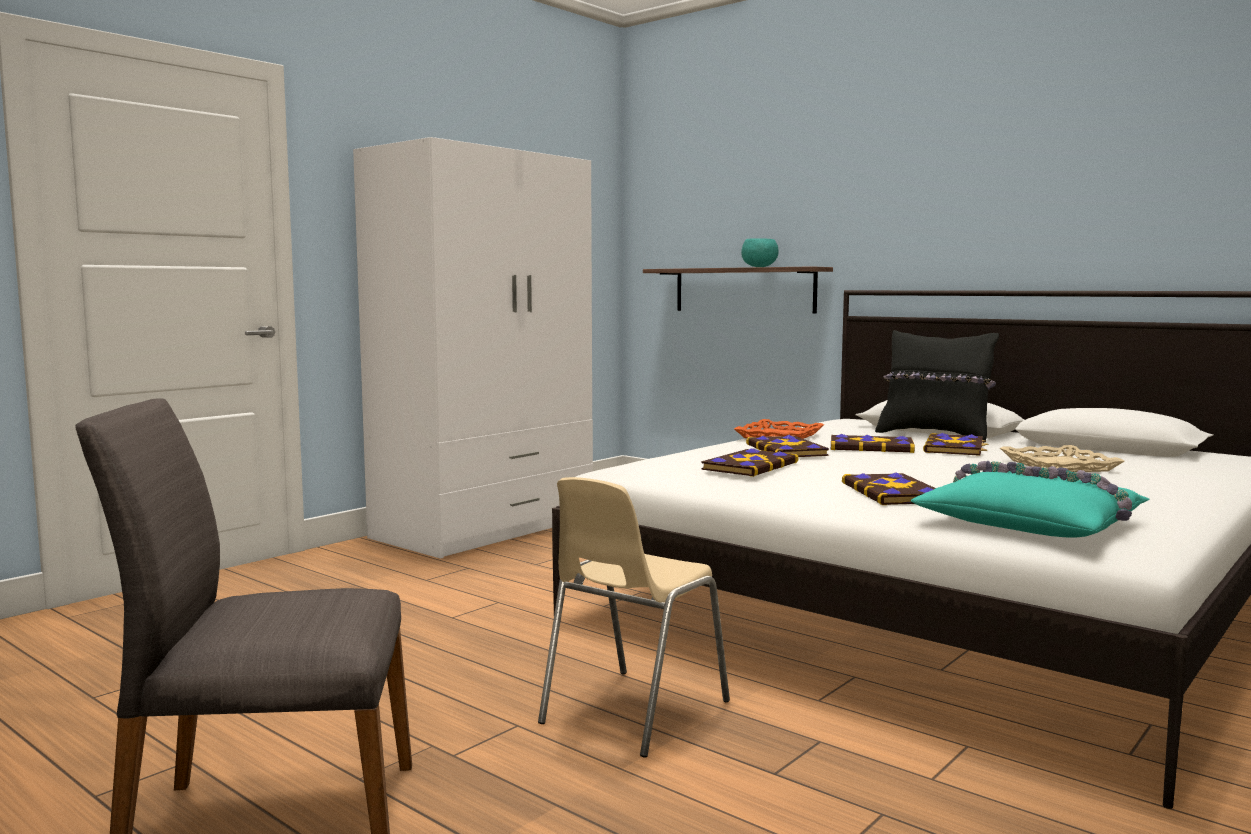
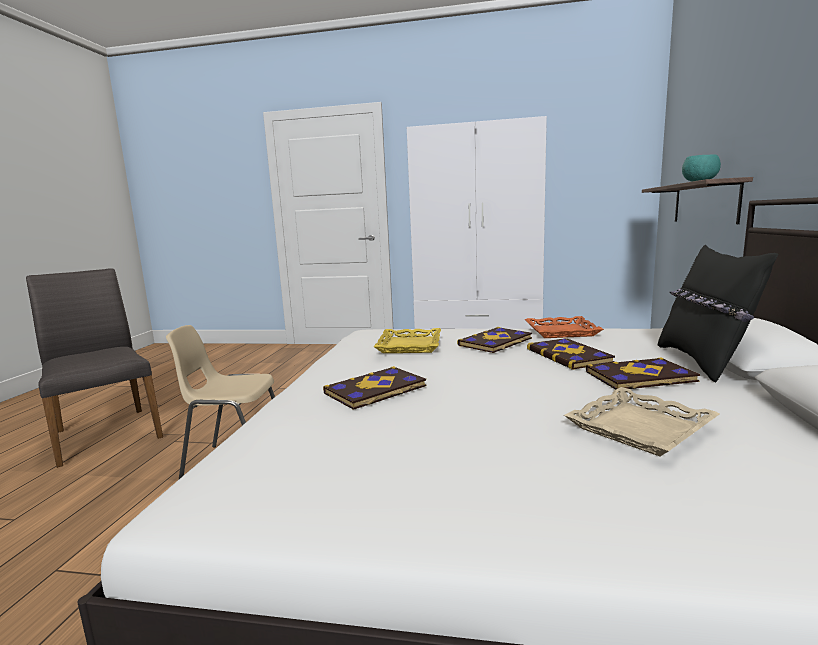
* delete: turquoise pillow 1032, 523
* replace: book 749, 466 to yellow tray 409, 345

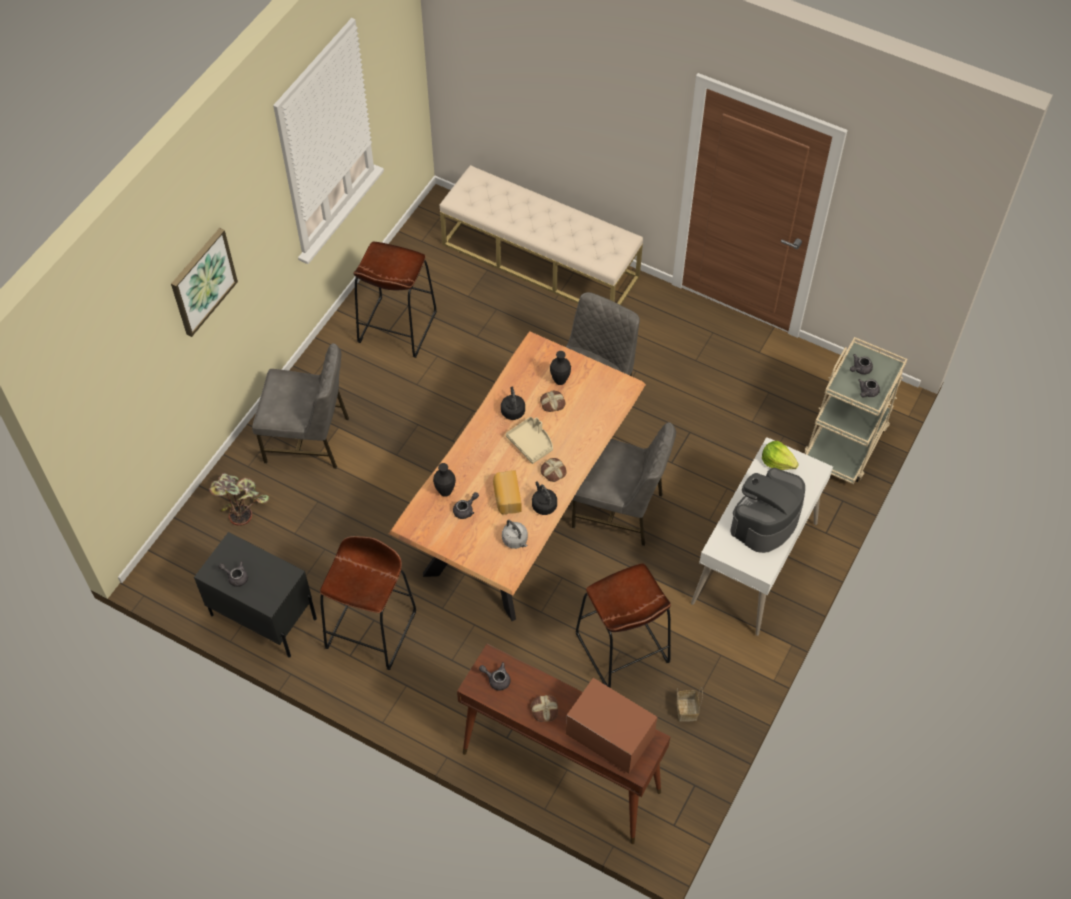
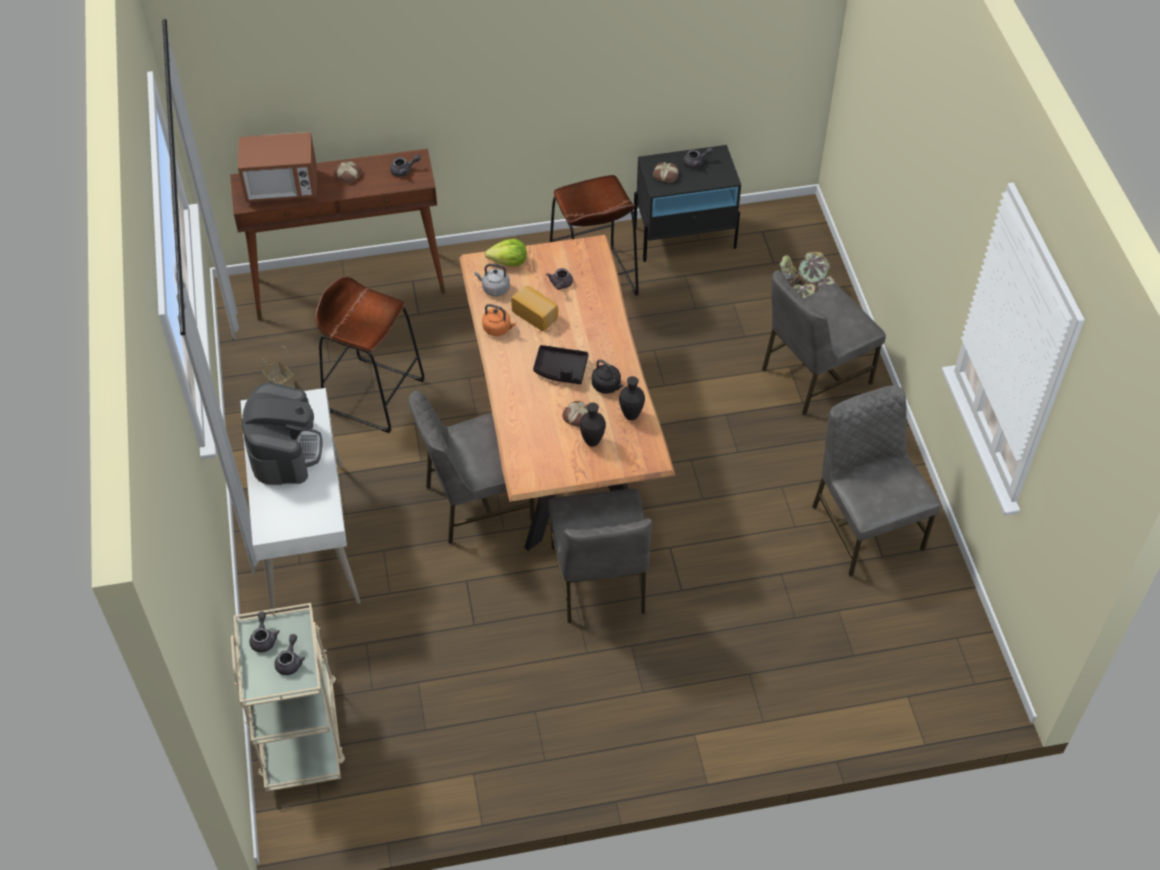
* delete: picture 202, 281
* delete: beige bench 540, 260
* move: black vase 445, 492 to 631, 415
* move: bread 553, 472 to 666, 175
* move: lettuce 777, 462 to 508, 262
* replace: brown stool 397, 327 to grey chair 865, 526
* recolor: beige tray 531, 443 to black tray 560, 370
* recolor: black kettle 543, 505 to orange kettle 498, 329

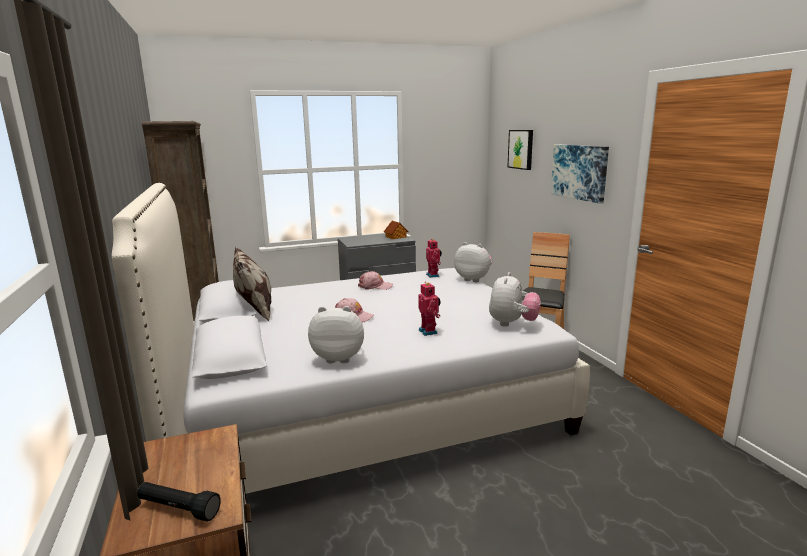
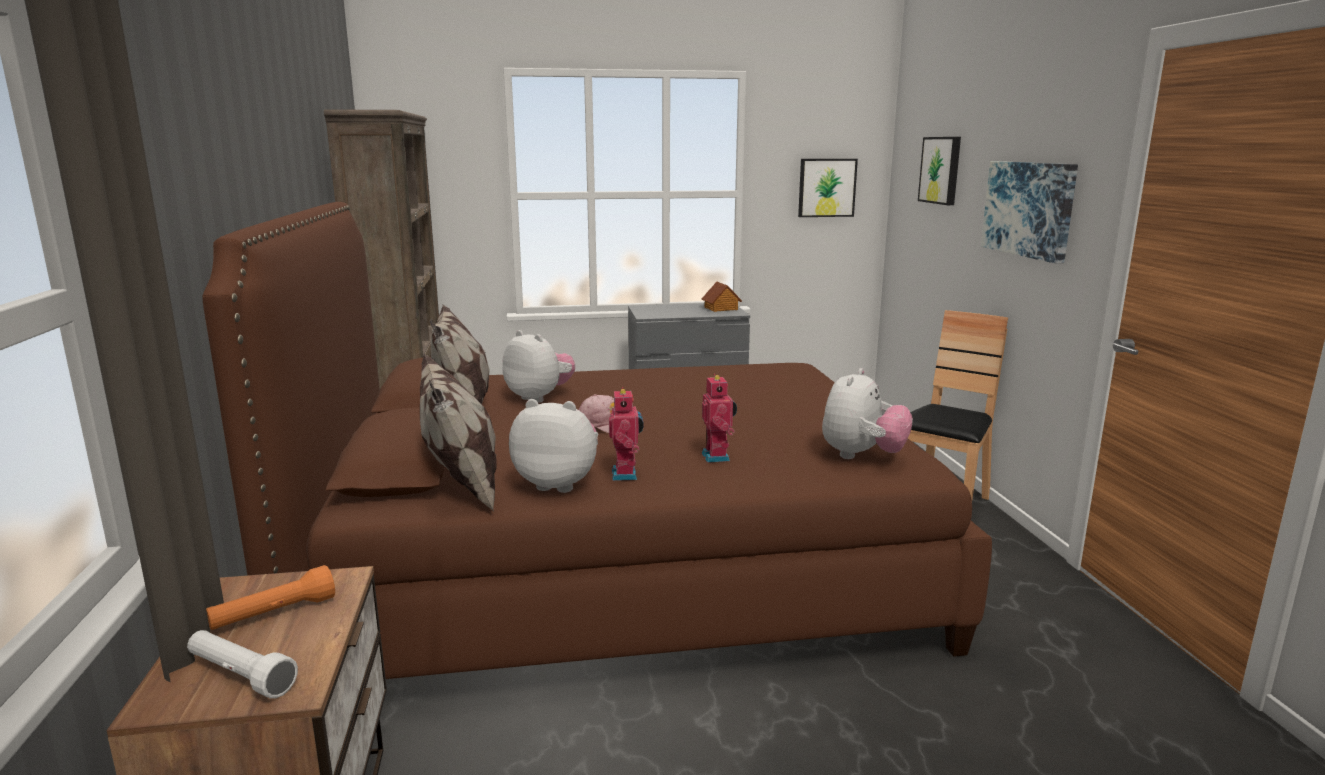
* delete: pink cap 375, 286
* insert: orange flashlight 274, 614
* insert: pillow 463, 489
* insert: picture 826, 187
* move: toy robot 433, 275 to 626, 474
* move: plush toy 473, 279 to 539, 397
* recolor: white bed 360, 404 to brown bed 618, 568
* recolor: black flashlight 178, 509 to white flashlight 241, 676

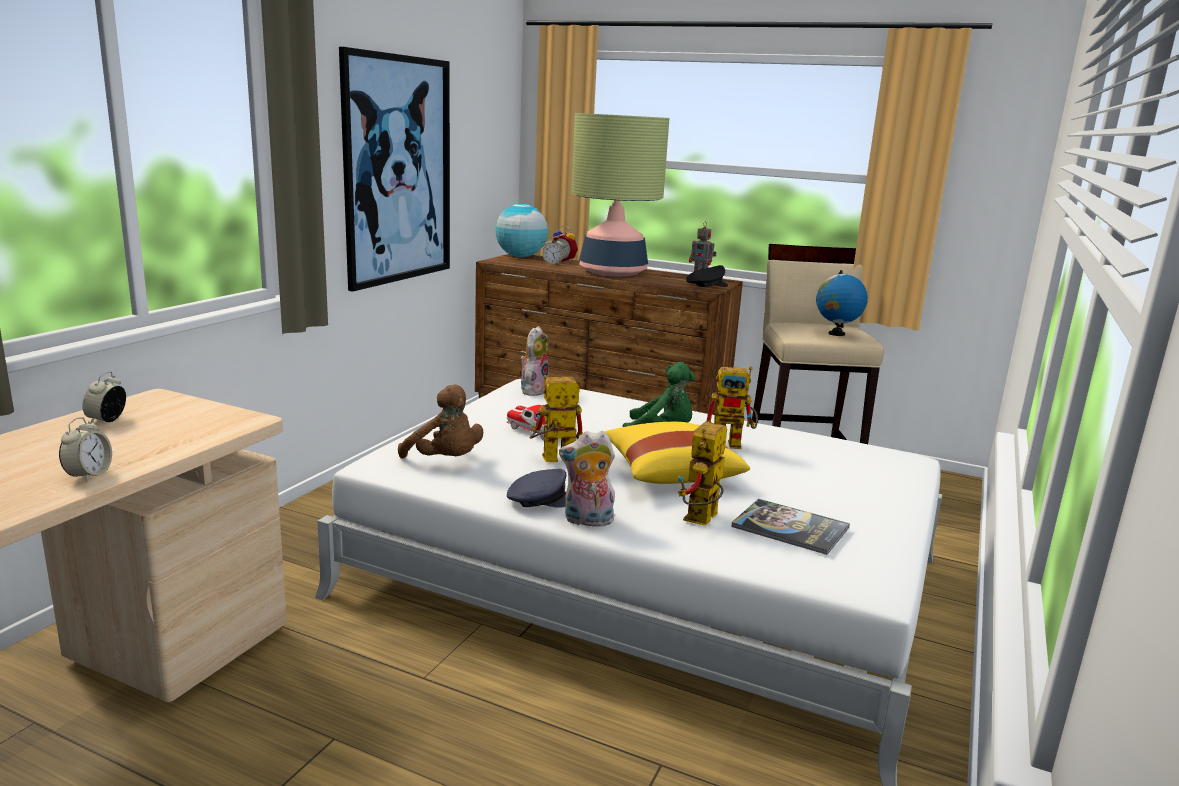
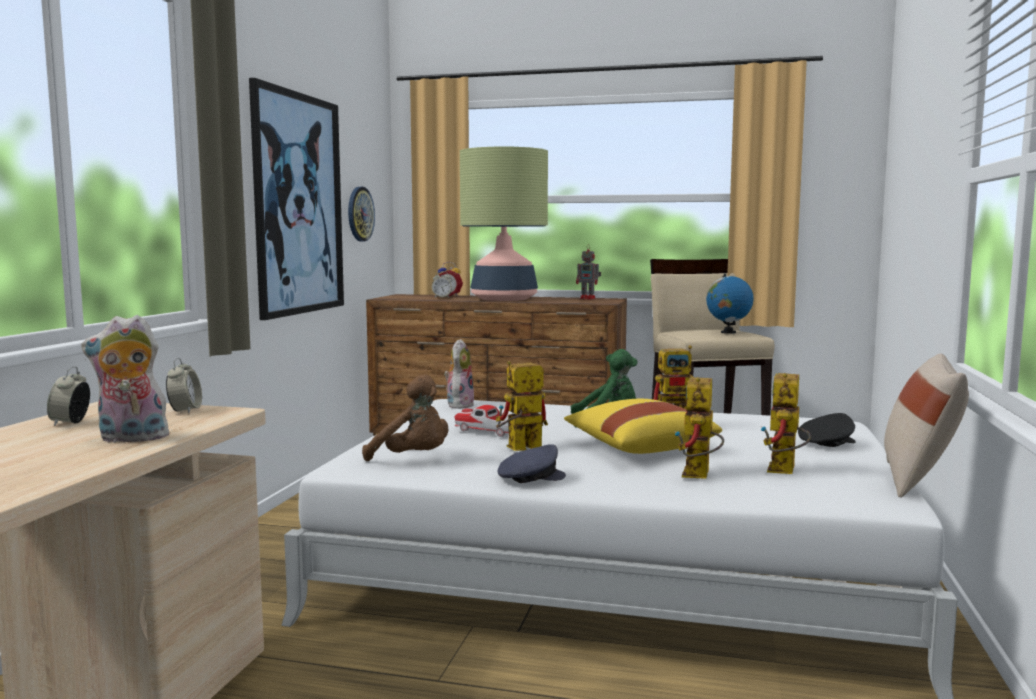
* delete: globe 521, 257
* insert: wall clock 360, 214
* insert: beige pillow 919, 481
* move: alarm clock 89, 475 to 185, 410
* move: plush toy 587, 521 to 131, 439
* move: black cap 706, 285 to 826, 443
* replace: book 790, 528 to toy robot 784, 472

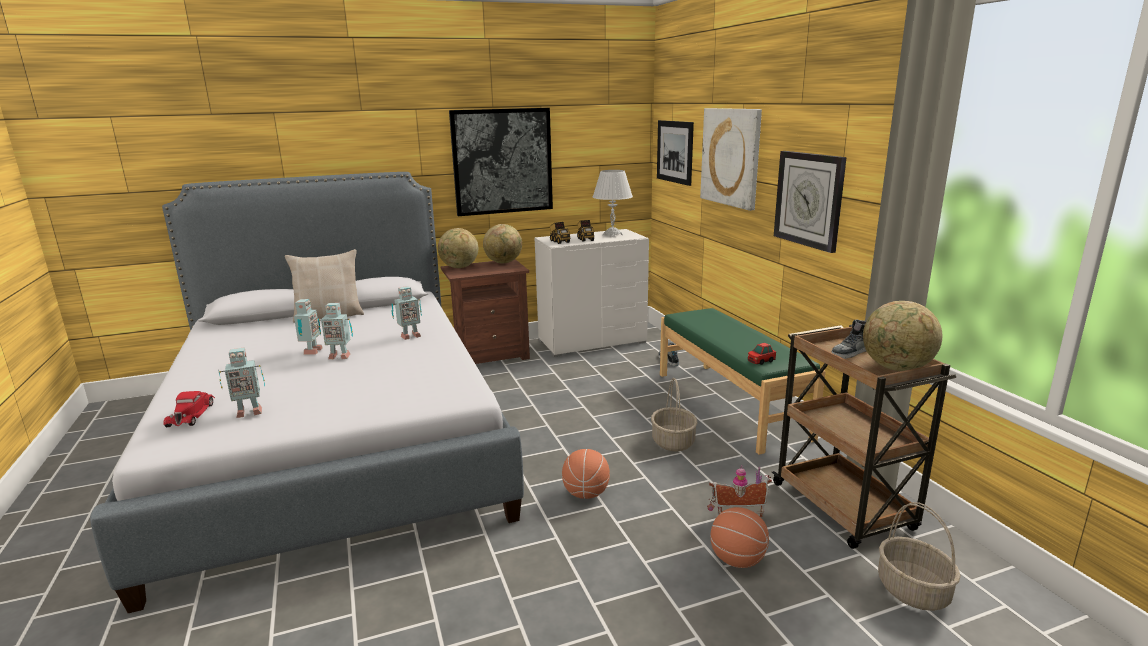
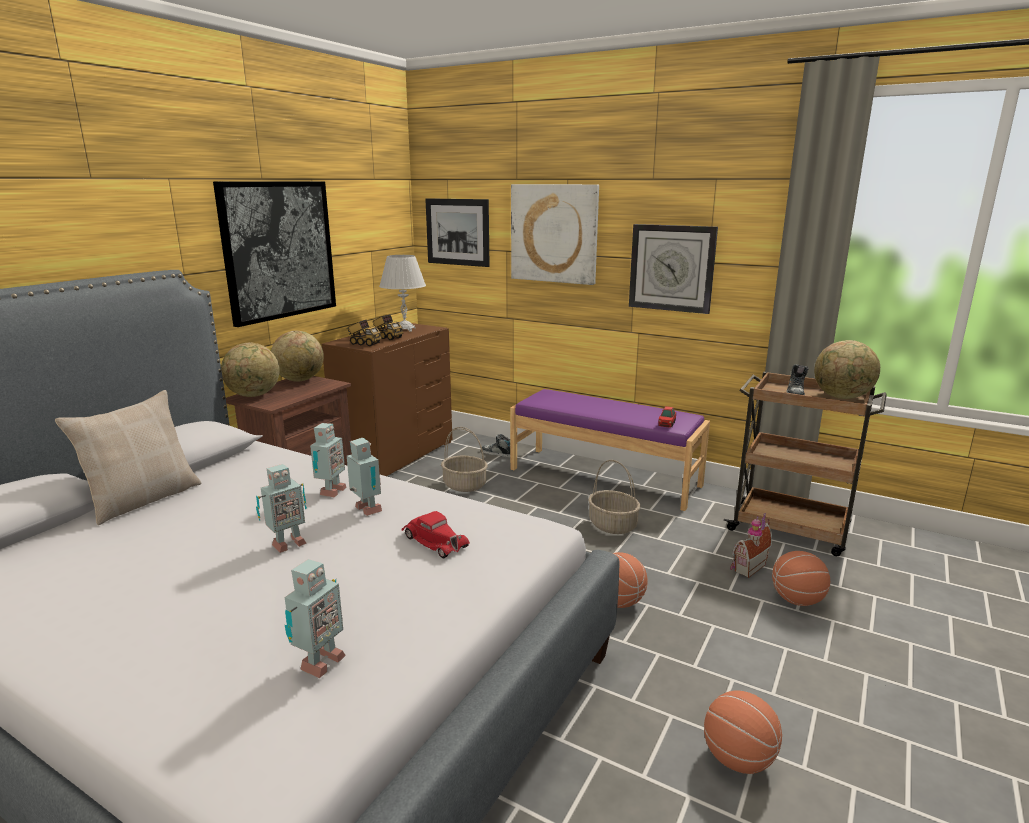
* insert: basketball 738, 759
* move: red toy car 191, 414 to 434, 541
* move: toy robot 311, 352 to 366, 510
* move: basket 914, 591 to 465, 485
* recolor: white dresser 592, 341 to brown dresser 395, 454
* recolor: green bench 730, 404 to purple bench 604, 477

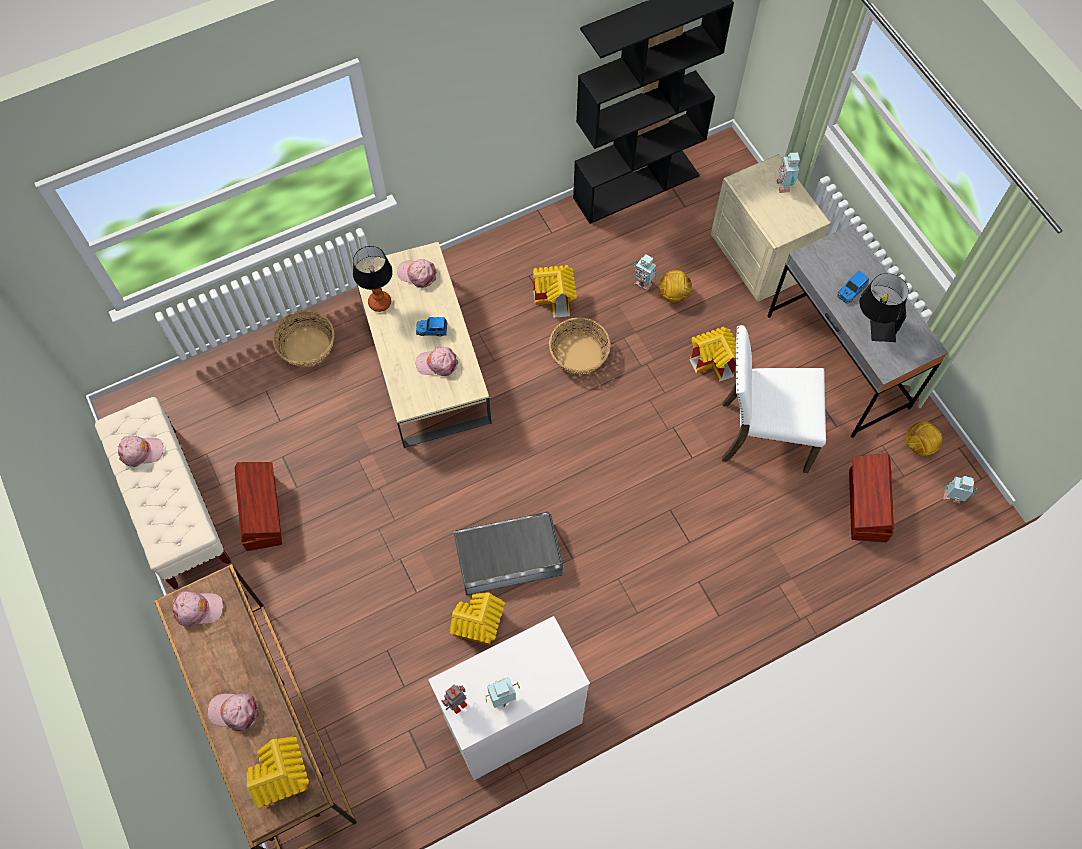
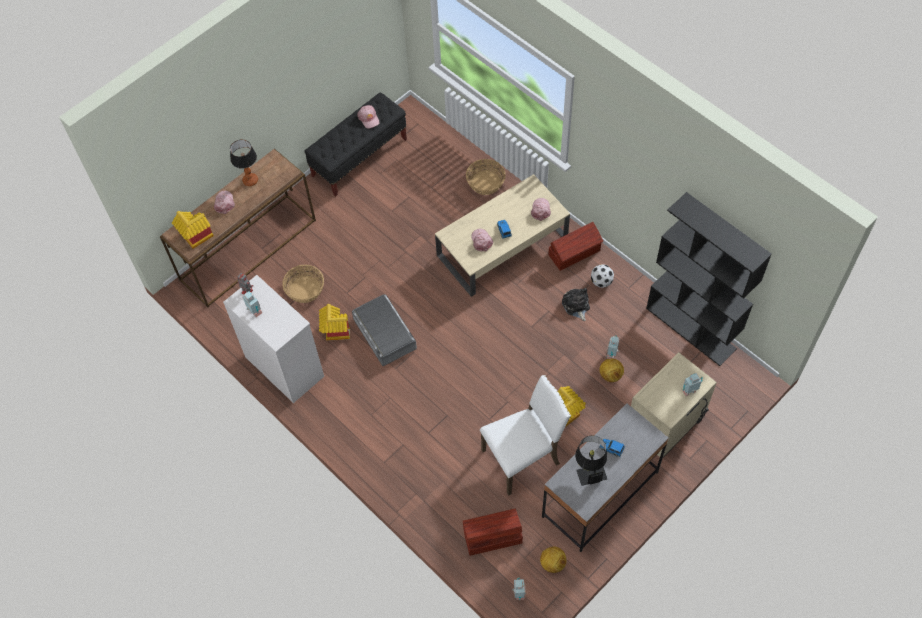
* delete: pink cap 198, 609
* insert: football 601, 282
* move: brown storage box 262, 512 to 575, 253
* move: table lamp 379, 303 to 250, 180
* move: basket 579, 354 to 305, 290
* replace: toy house 556, 300 to plush toy 576, 306
* recolor: beige bench 174, 506 to black bench 359, 157
* rotate: white chair 762, 434 = 523, 457 75 degrees clockwise

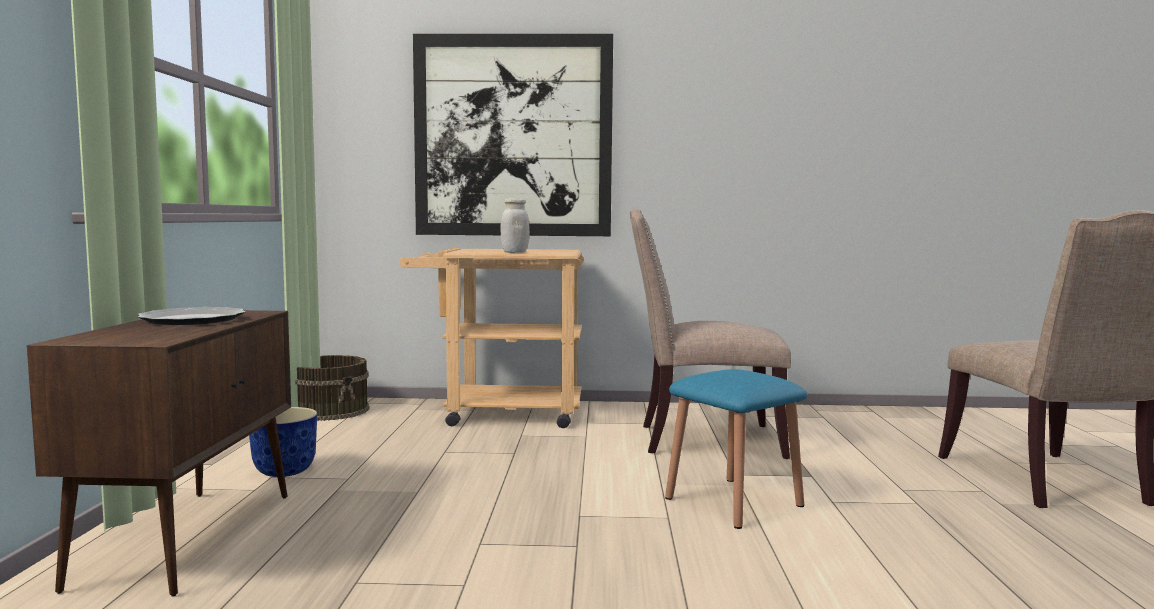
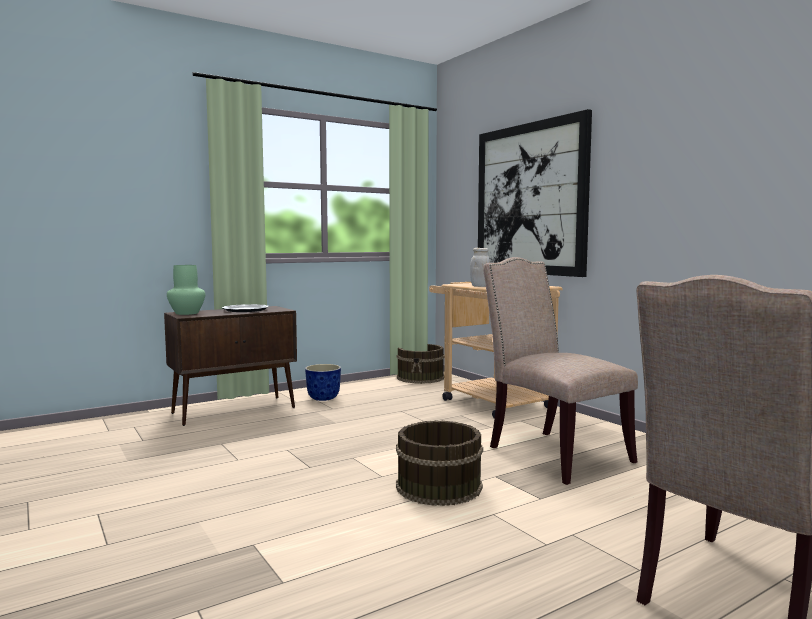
* insert: green vase 186, 313
* replace: blue stool 733, 502 to brown bucket 438, 486

